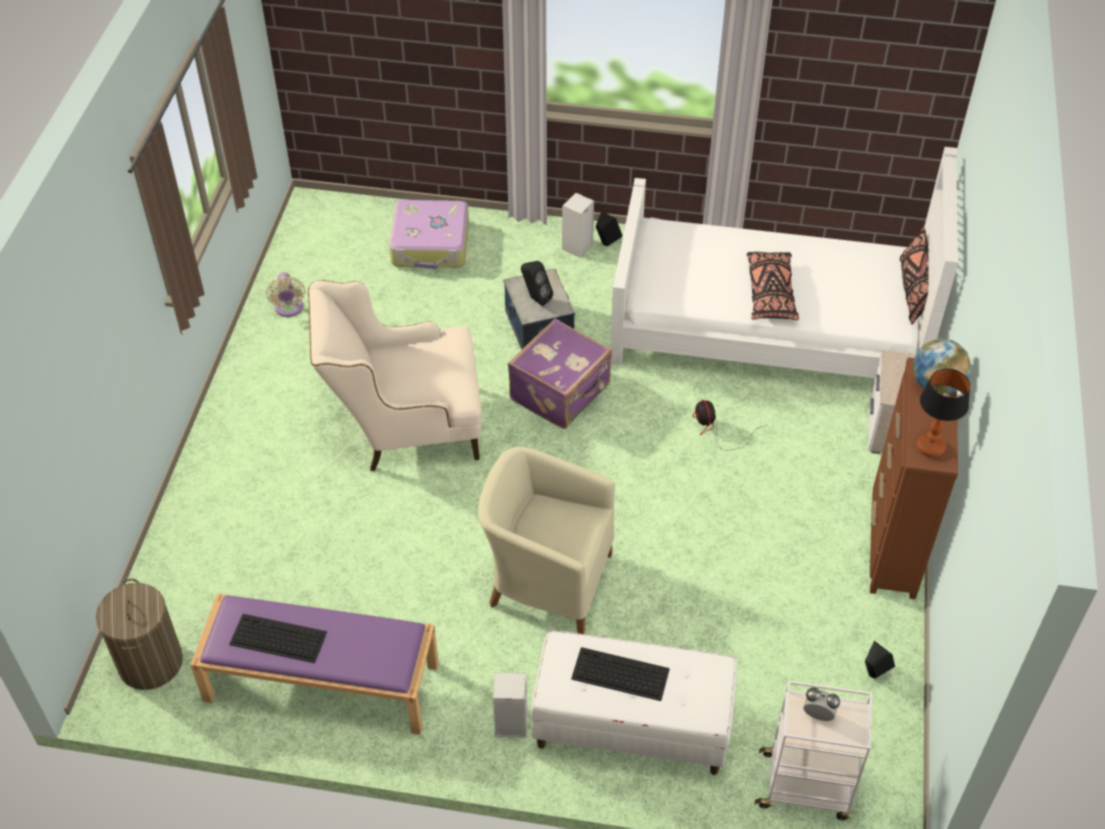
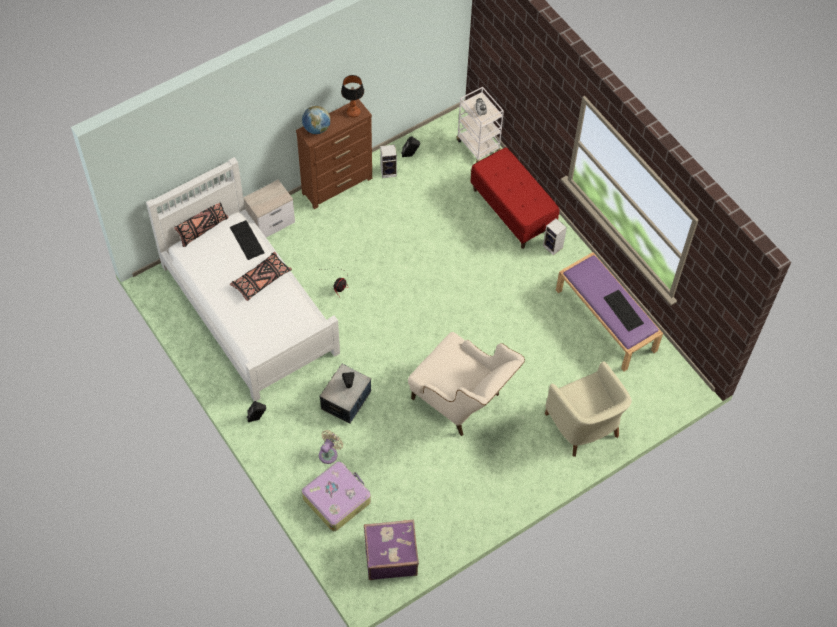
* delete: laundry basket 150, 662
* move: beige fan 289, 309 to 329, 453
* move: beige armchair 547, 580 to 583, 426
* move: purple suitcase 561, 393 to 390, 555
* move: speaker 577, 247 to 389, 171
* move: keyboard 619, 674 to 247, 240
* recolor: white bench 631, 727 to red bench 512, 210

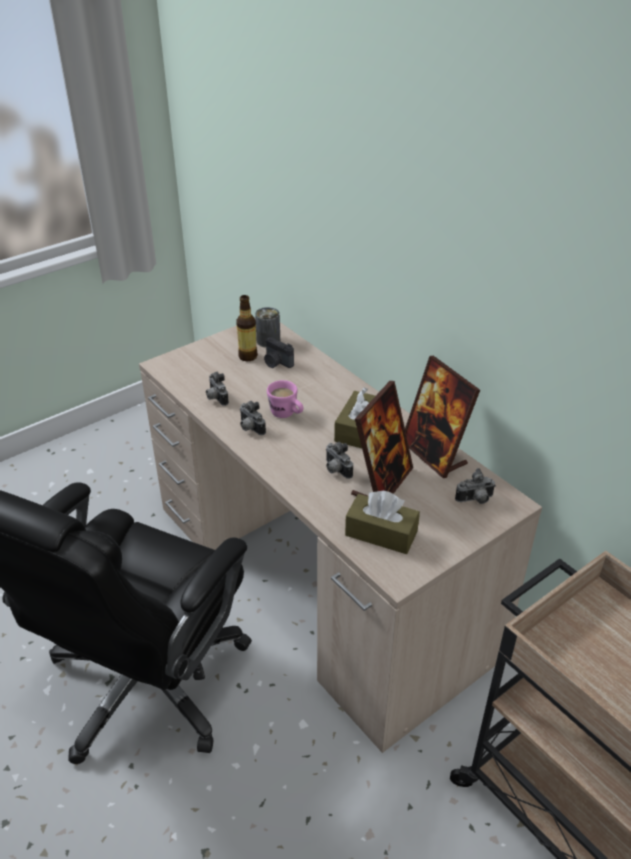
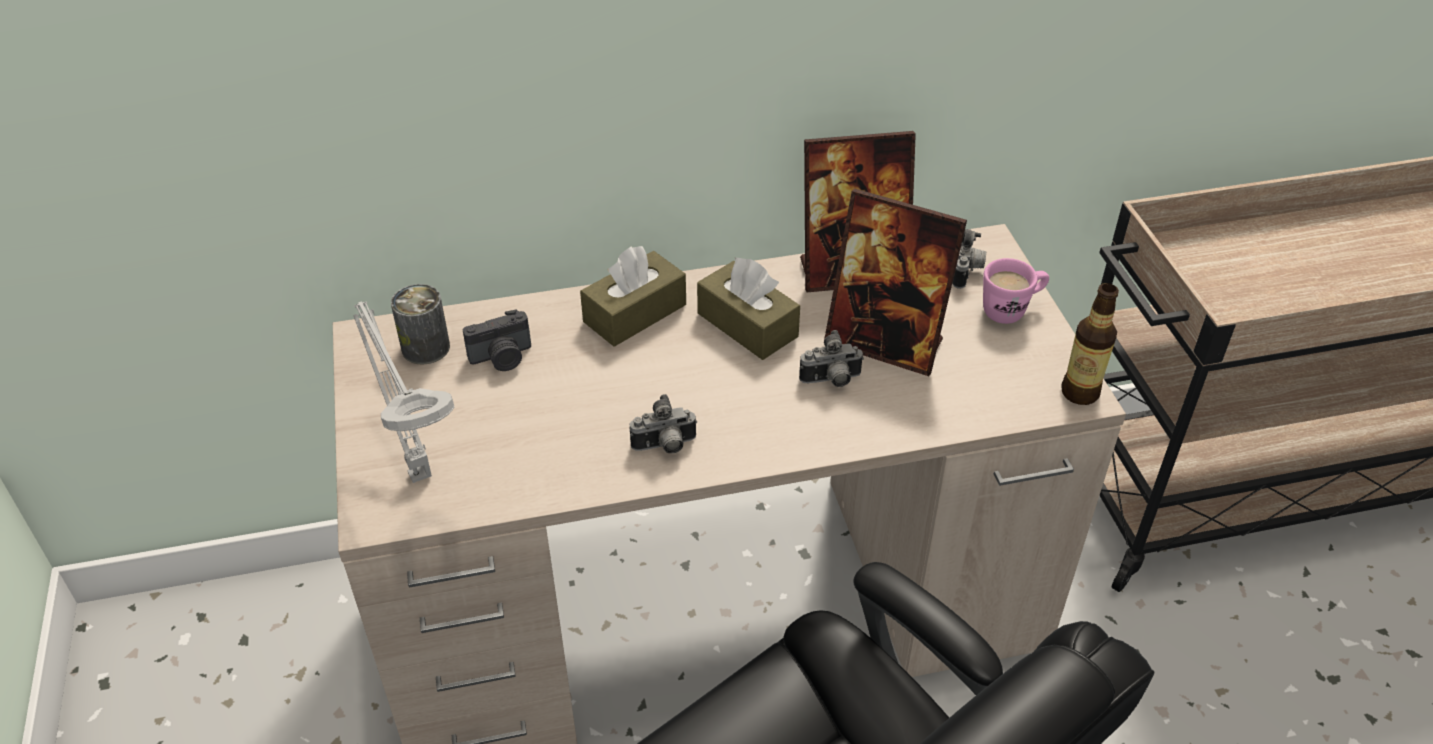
* delete: photo camera 216, 398
* insert: grey table lamp 418, 471
* move: bottle 248, 356 to 1080, 392
* move: pink mug 287, 414 to 1011, 310
* move: brown tissue box 381, 533 to 635, 313
* rotate: picture frame 382, 482 = 885, 343 150 degrees clockwise

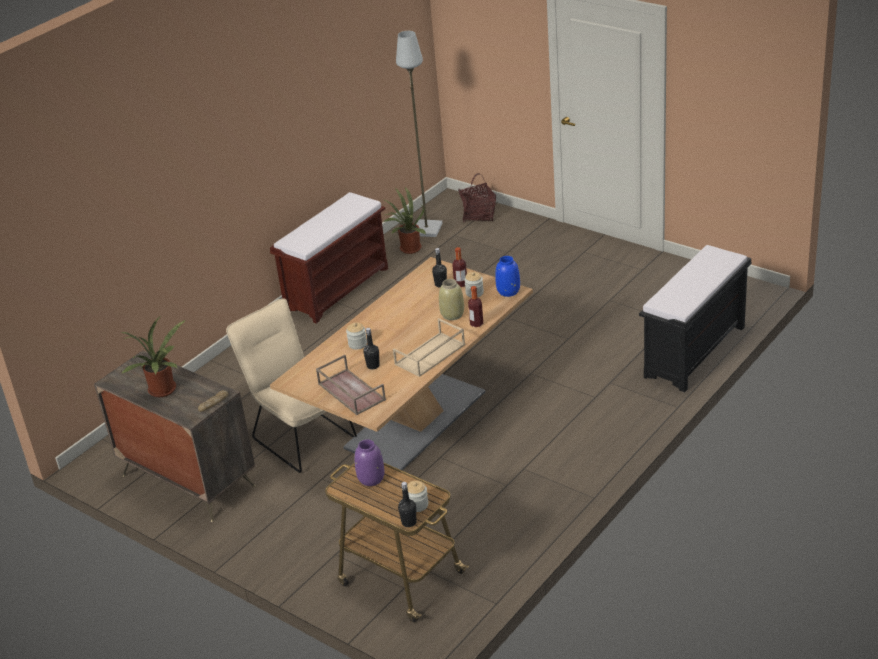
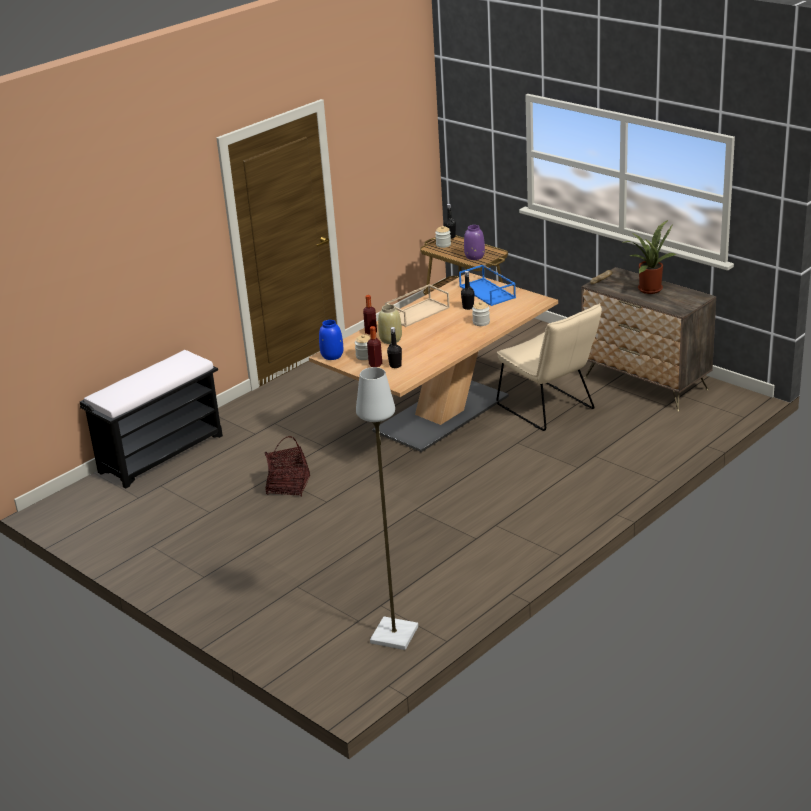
* delete: brown bench 337, 289
* delete: potted plant 408, 249
* move: basket 479, 215 to 288, 486
* recolor: brown tray 350, 392 to blue tray 488, 292

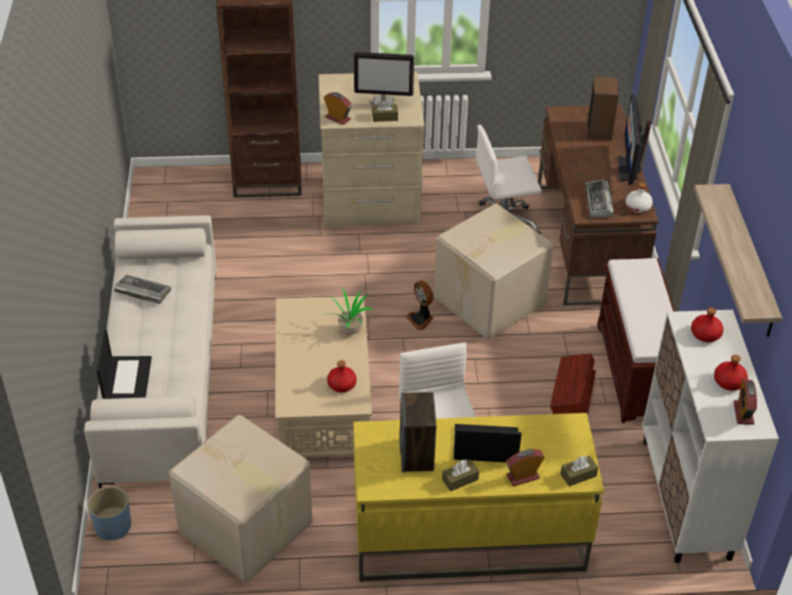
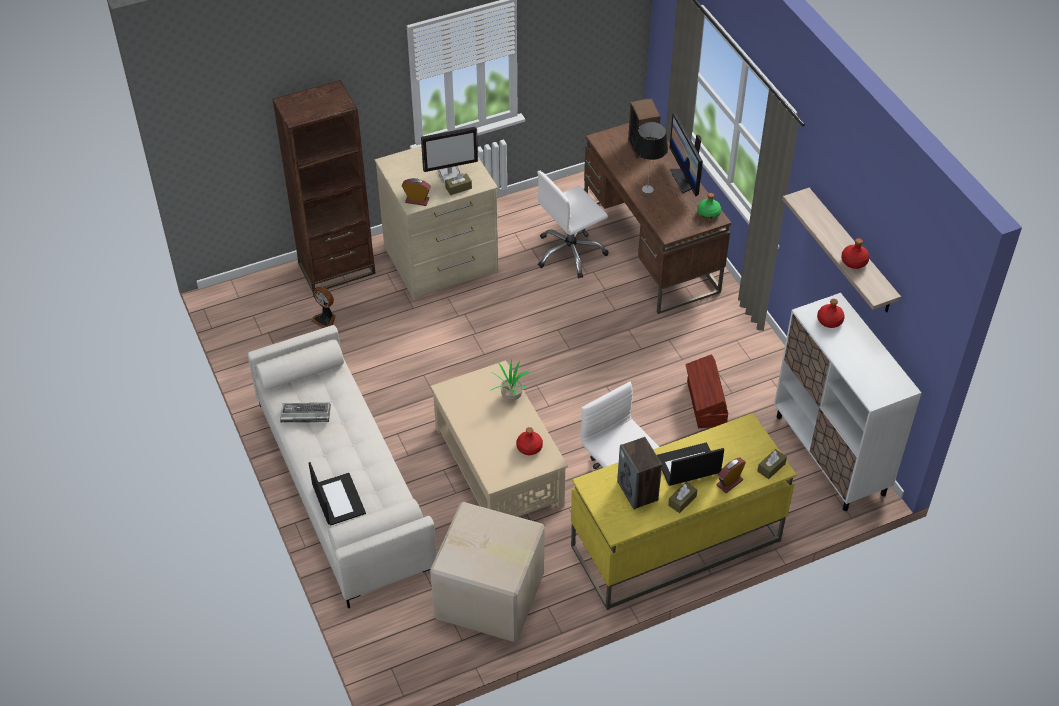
* delete: blue planter 113, 526
* delete: cardboard box 491, 301
* delete: keyboard 598, 202
* delete: brown bench 634, 372
* delete: alarm clock 743, 413
* insert: table lamp 648, 189
* move: fan 421, 319 to 325, 319
* move: red bottle 729, 382 to 854, 262
* recolor: white bottle 638, 206 to green bottle 708, 213

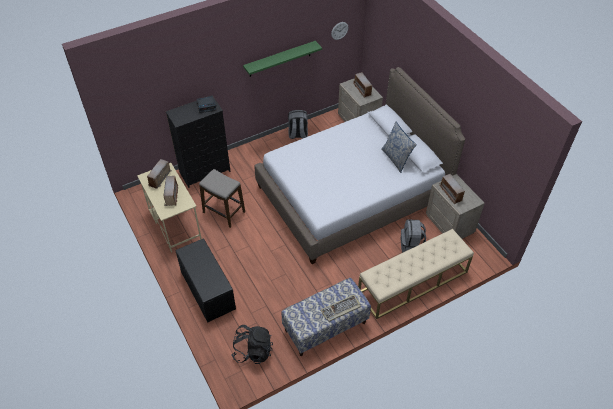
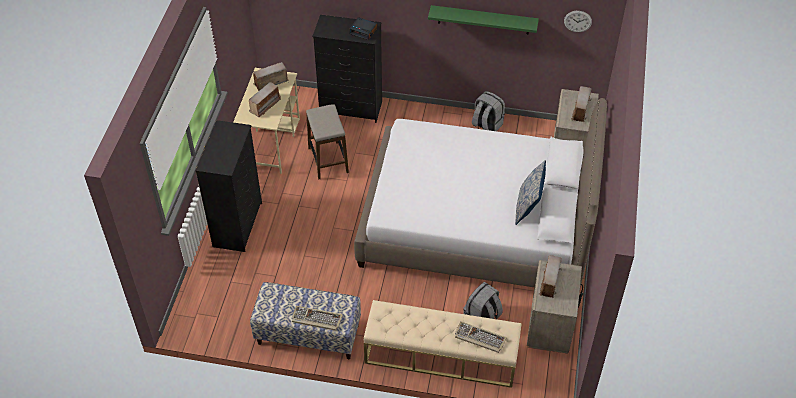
* delete: black backpack 253, 351
* insert: keyboard 479, 338
* replace: black bench 207, 290 to black dresser 238, 224

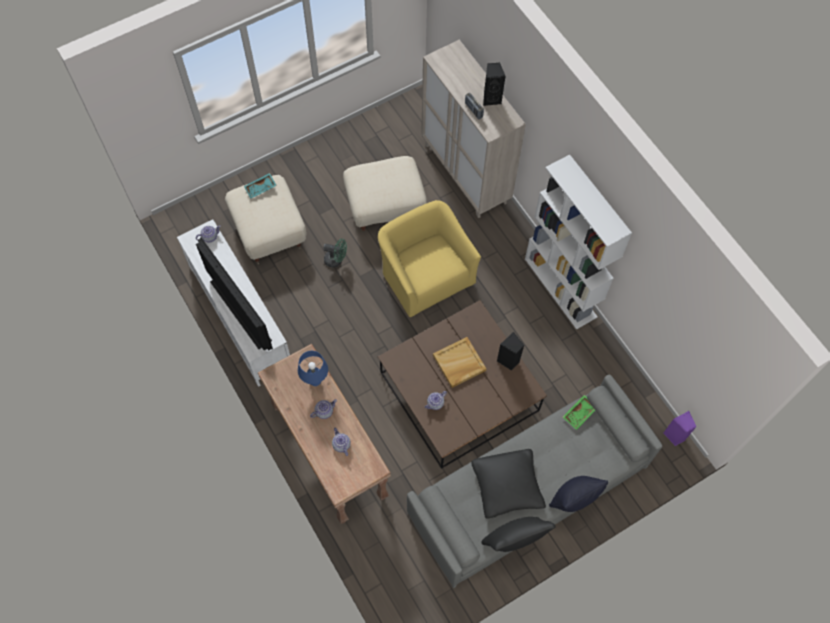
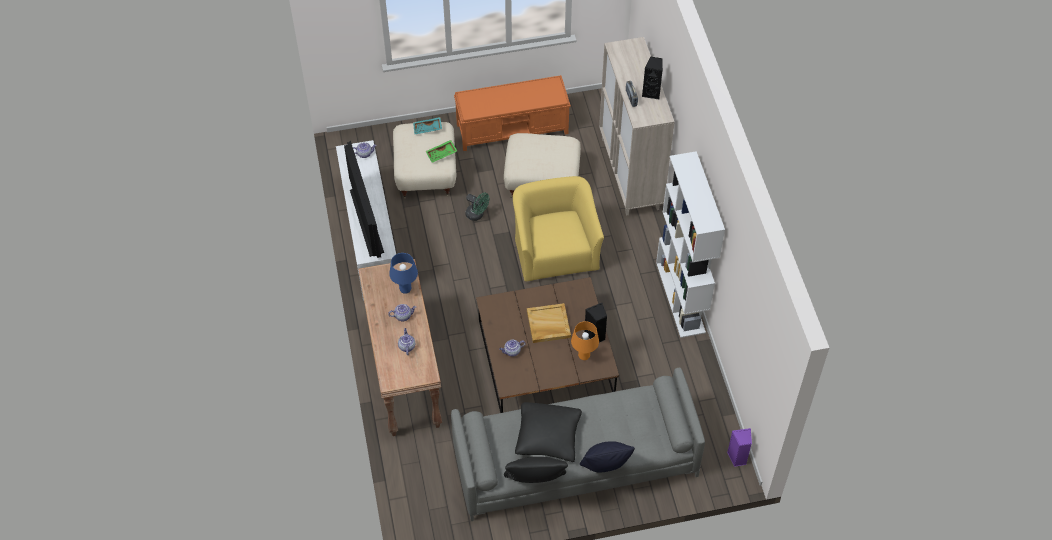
* insert: orange bench 513, 128
* insert: orange table lamp 584, 356
* move: green tray 580, 414 to 441, 154

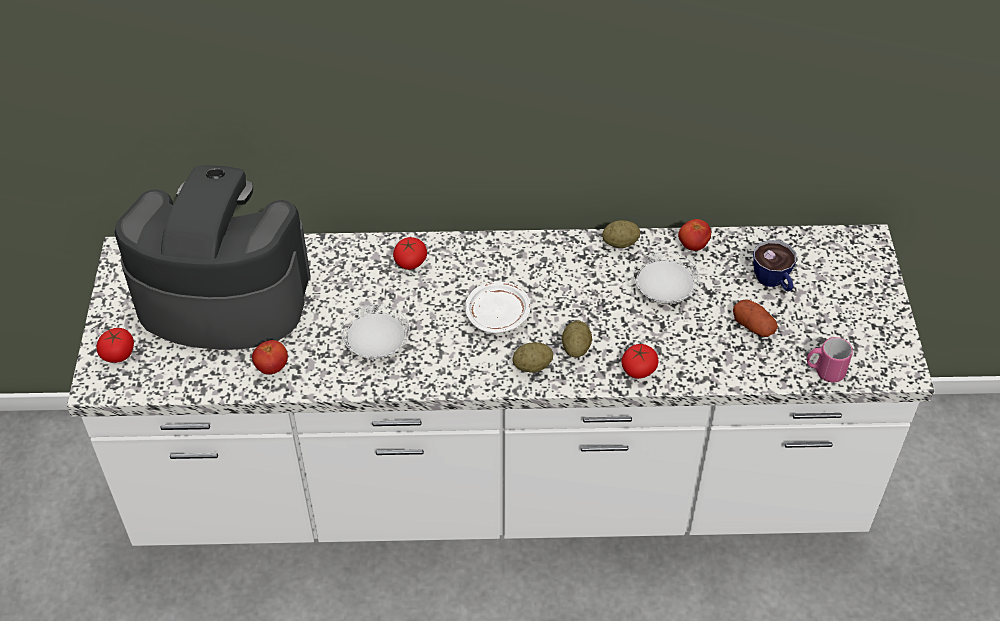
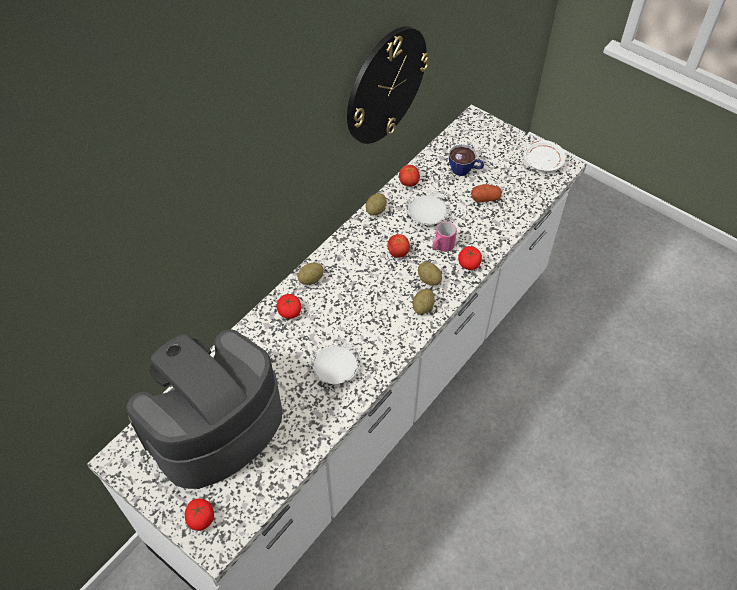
* insert: potato 311, 279
* insert: wall clock 385, 85
* move: tomato 272, 367 to 398, 253
* move: white plate 498, 314 to 543, 161
* move: pink mug 824, 371 to 442, 247

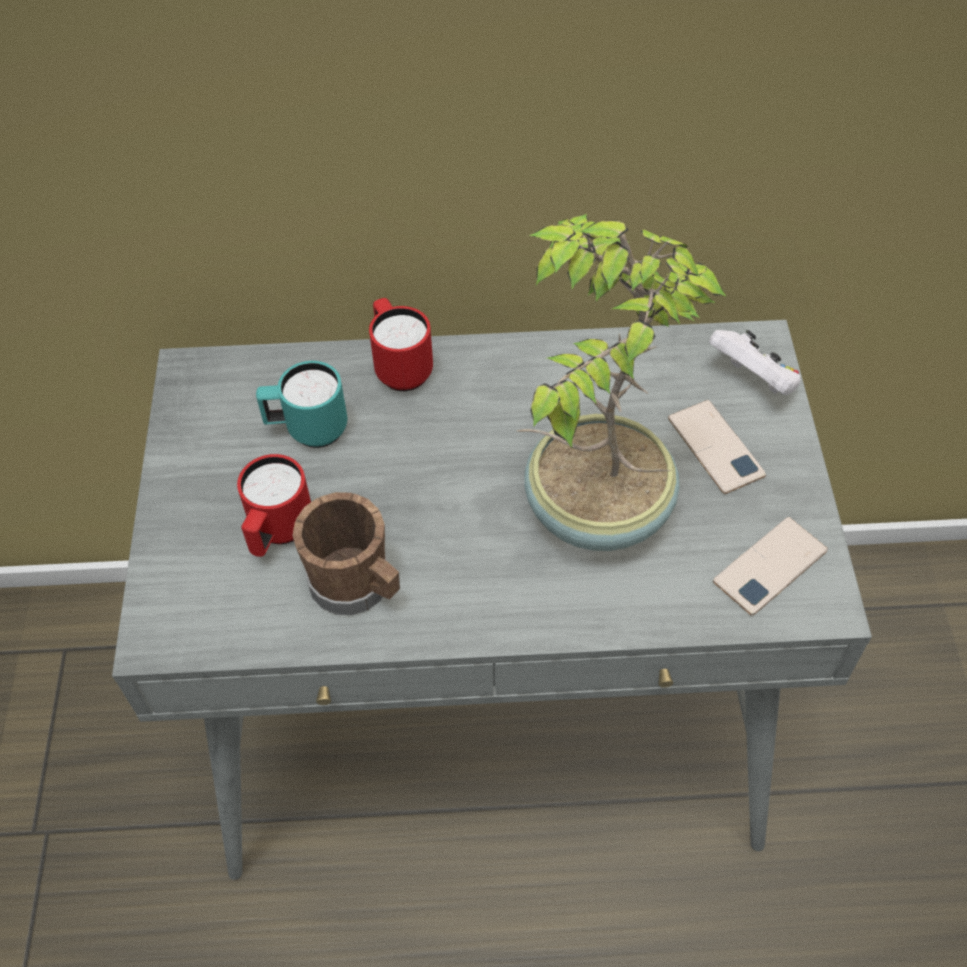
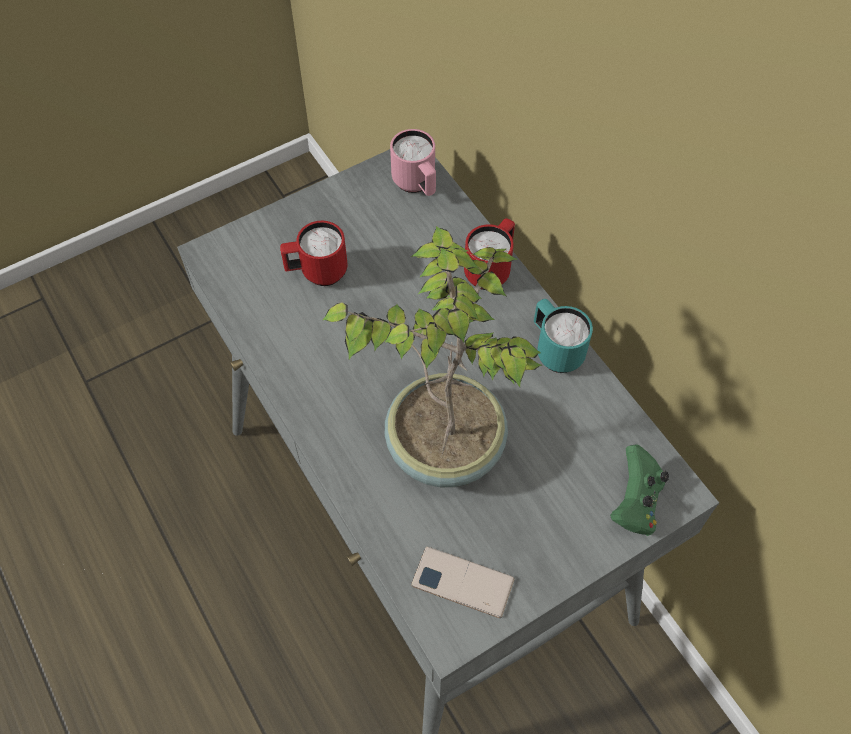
* delete: brown mug 357, 586
* delete: phone 715, 447
* insert: pink mug 417, 185
* move: turquoise mug 308, 430 to 555, 350
* recolor: white game controller 754, 380 to green game controller 635, 503

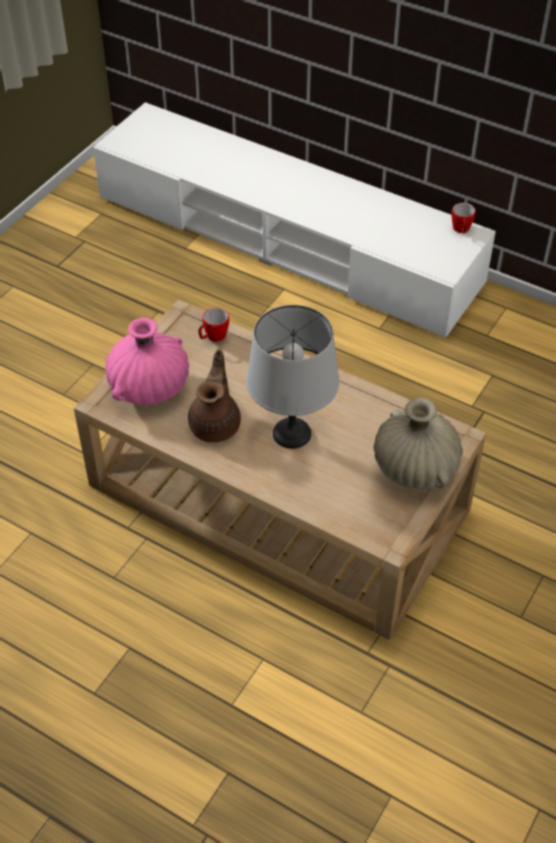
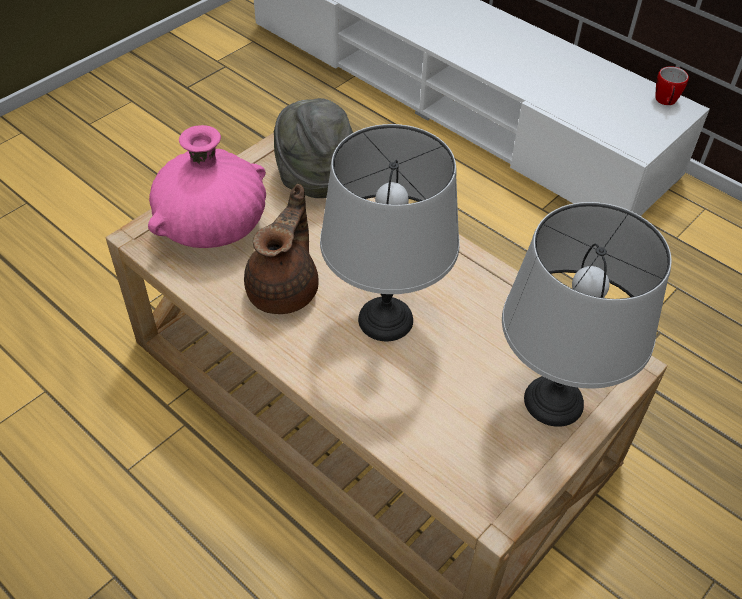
* replace: mug 213, 337 to grey hat 315, 176
* replace: beige vase 414, 468 to grey table lamp 552, 400

